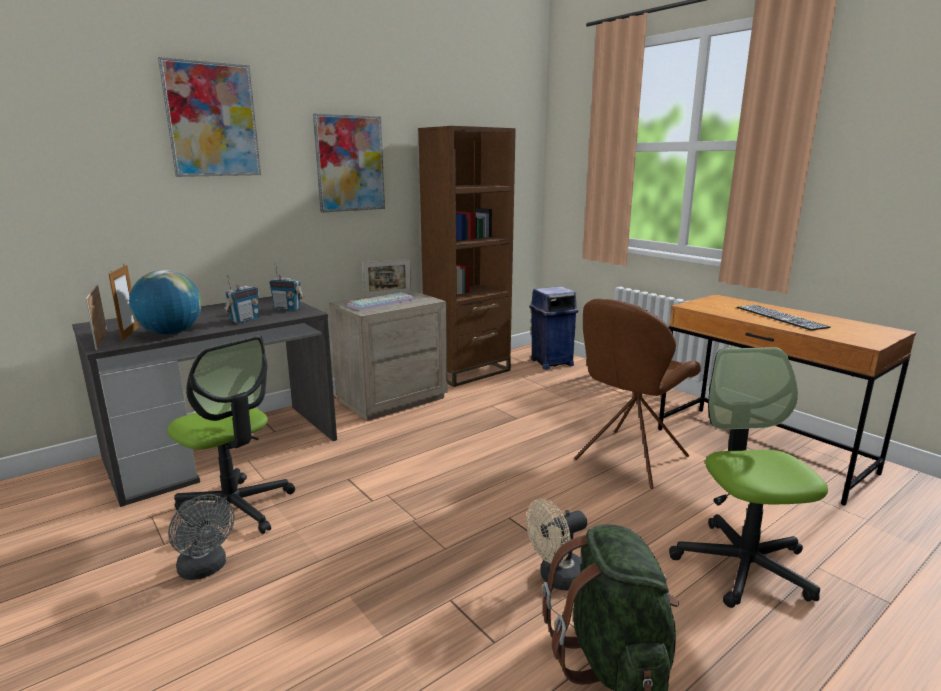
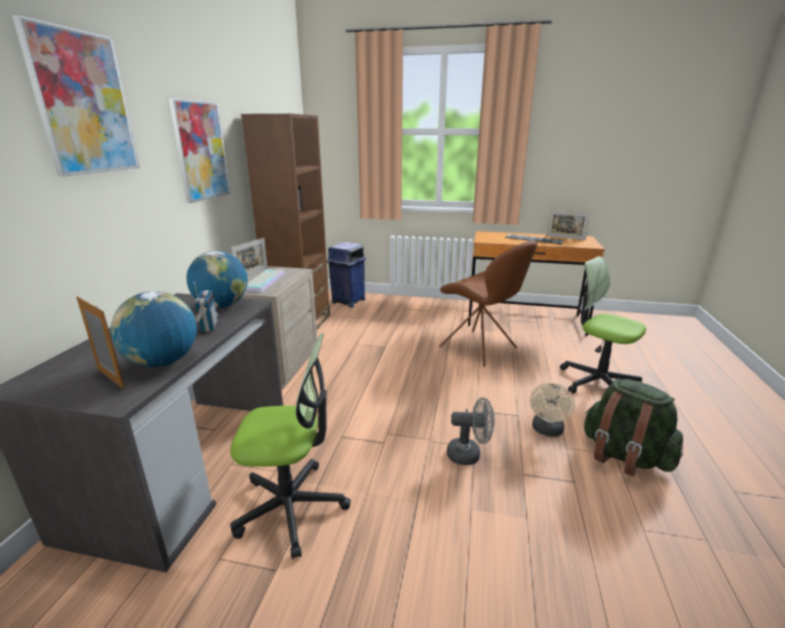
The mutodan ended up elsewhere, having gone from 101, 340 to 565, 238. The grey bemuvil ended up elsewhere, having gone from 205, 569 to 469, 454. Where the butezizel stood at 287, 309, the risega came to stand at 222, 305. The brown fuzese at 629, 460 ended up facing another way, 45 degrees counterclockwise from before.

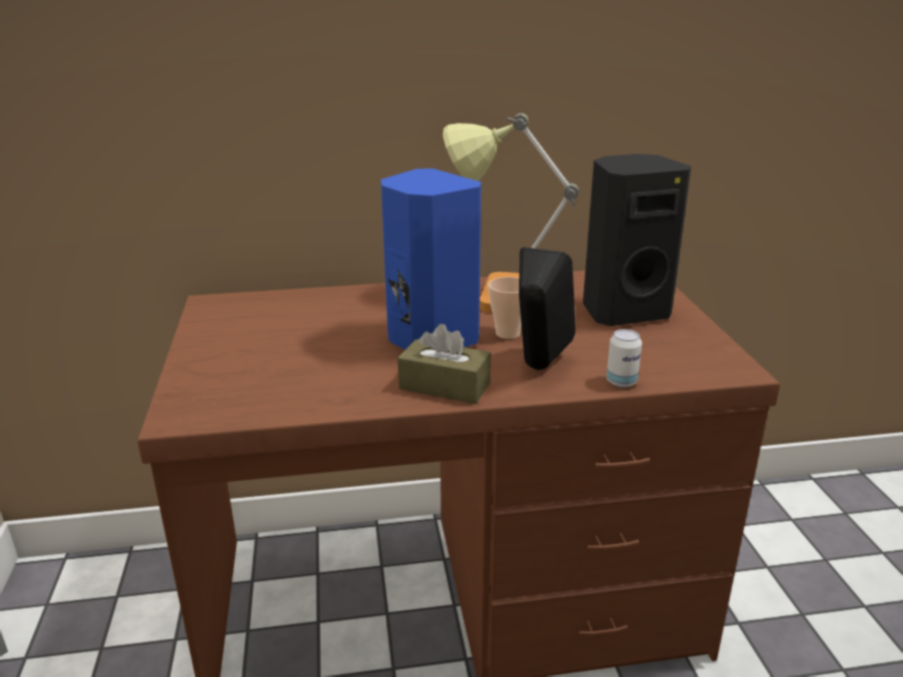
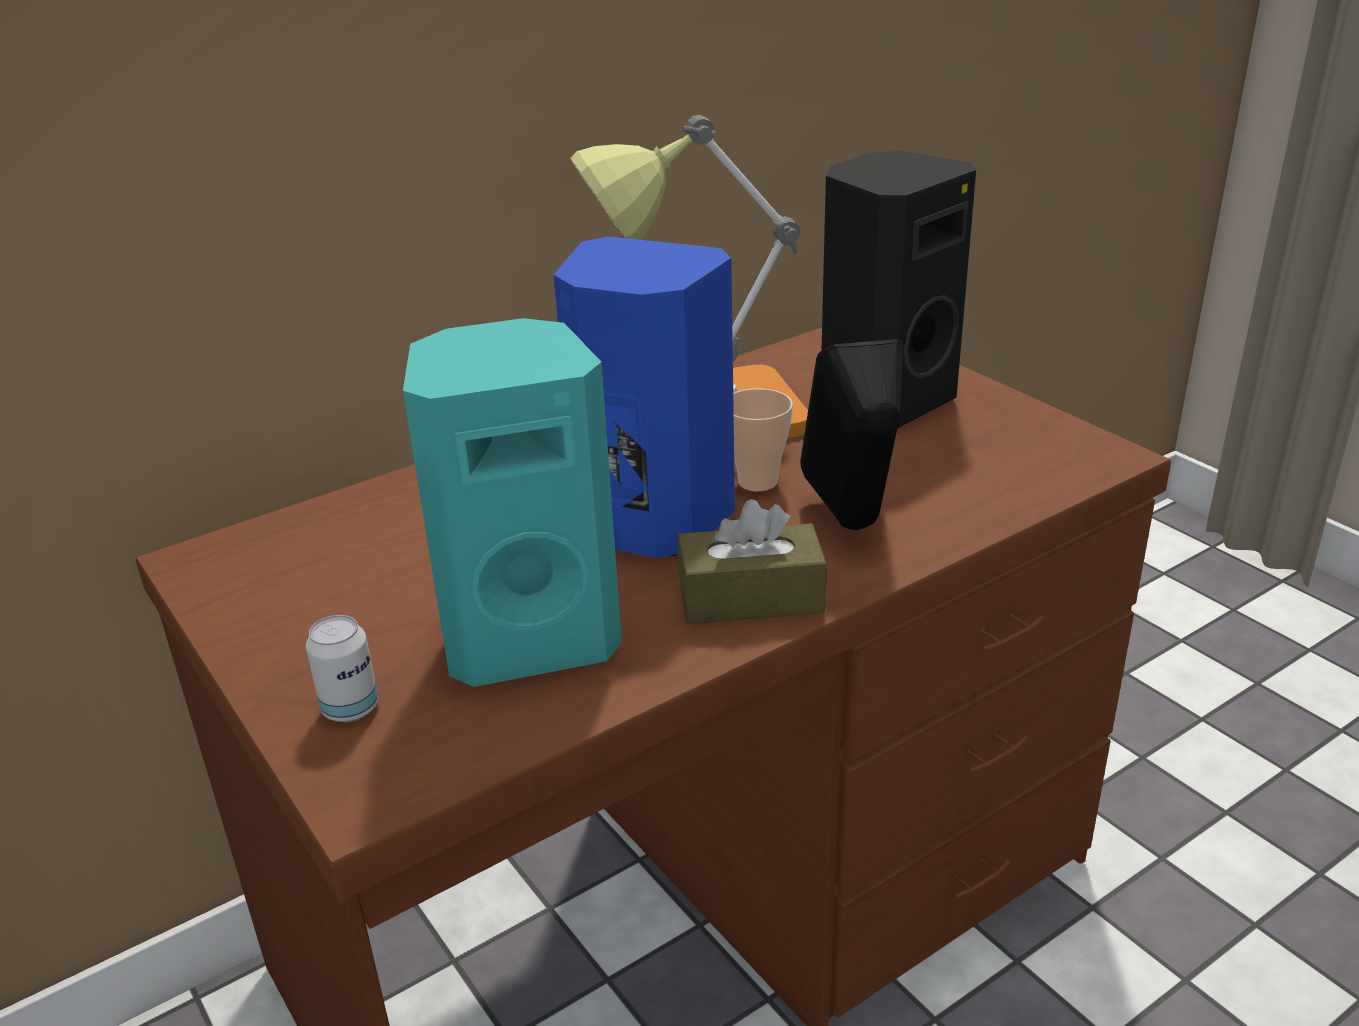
The second view gained the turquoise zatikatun at 530, 637. The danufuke ended up elsewhere, having gone from 621, 382 to 350, 709.

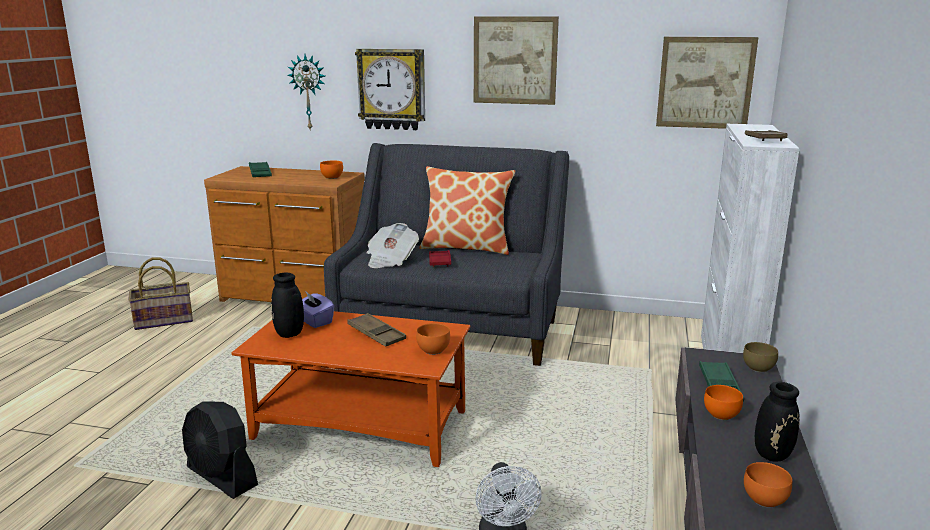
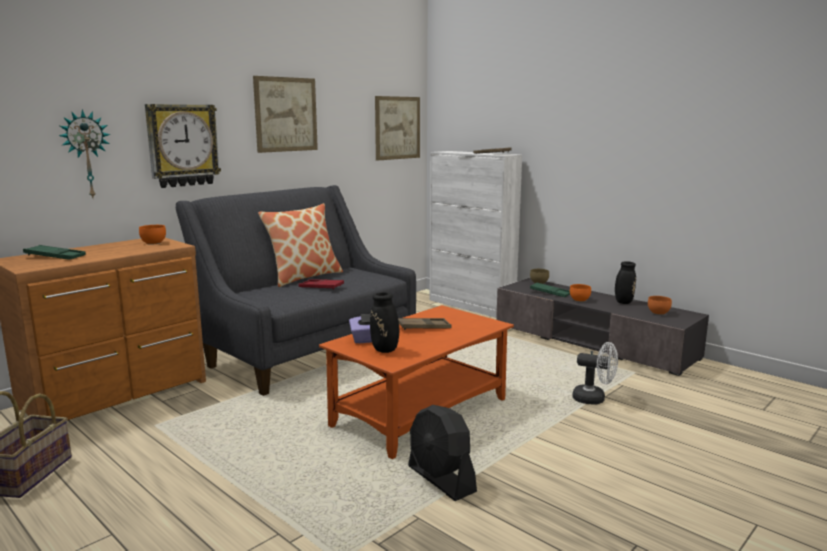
The second view lost the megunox at 390, 260. The second view lost the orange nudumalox at 433, 351. The black bemuvil at 222, 477 ended up facing another way, 75 degrees clockwise from before.

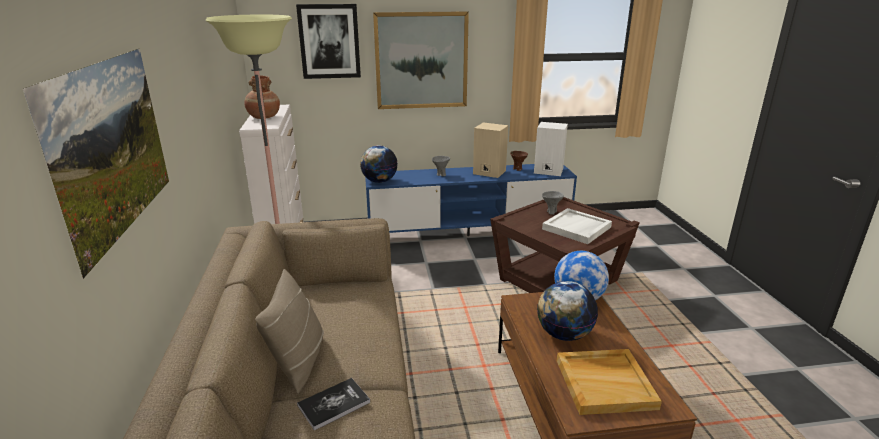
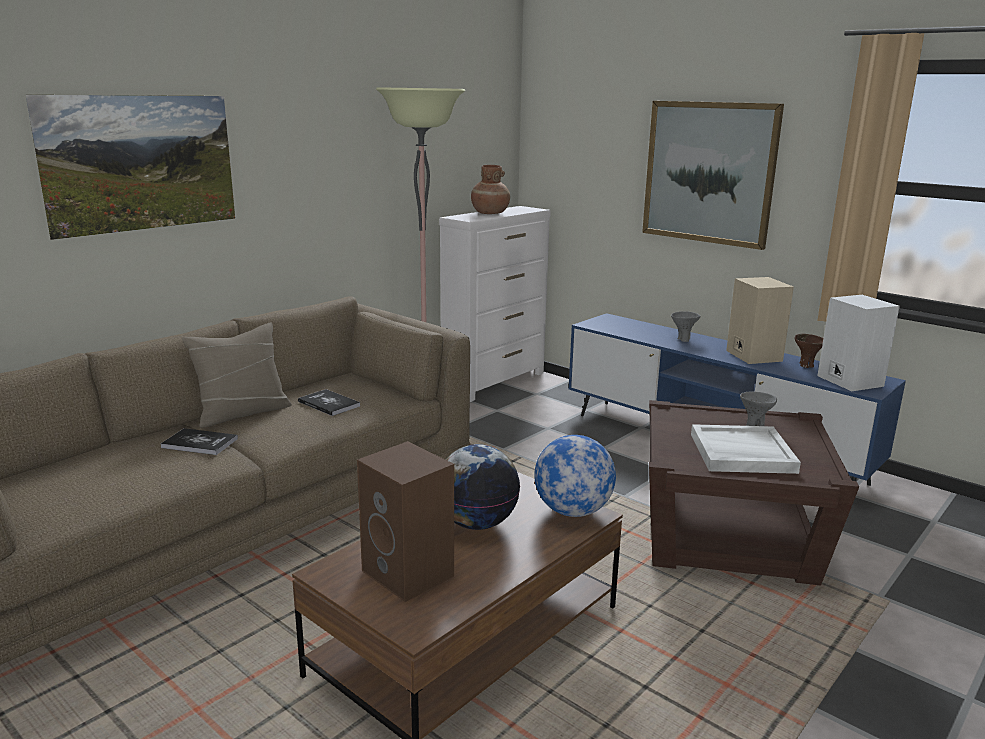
The second view lost the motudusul at 329, 41. The second view lost the risega at 379, 181. The second view gained the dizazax at 329, 404. Where the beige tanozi stood at 605, 383, the brown zatikatun came to stand at 410, 573.

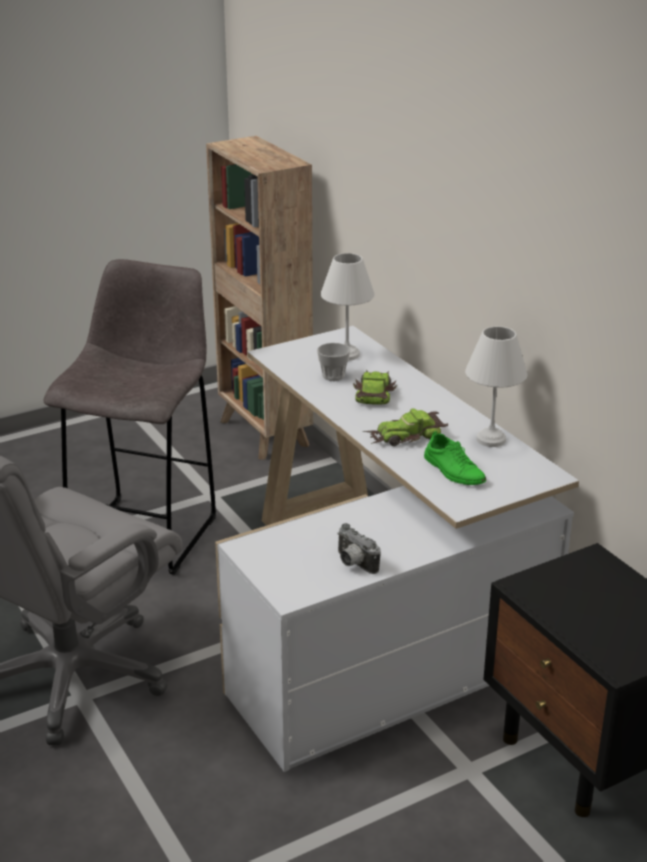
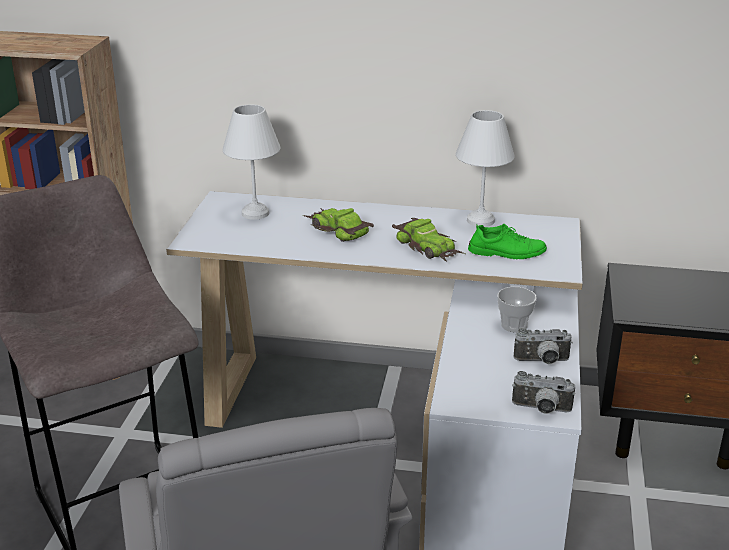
The second view gained the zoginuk at 541, 410. The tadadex ended up elsewhere, having gone from 333, 376 to 514, 325. The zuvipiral at 406, 436 ended up facing another way, 60 degrees counterclockwise from before.

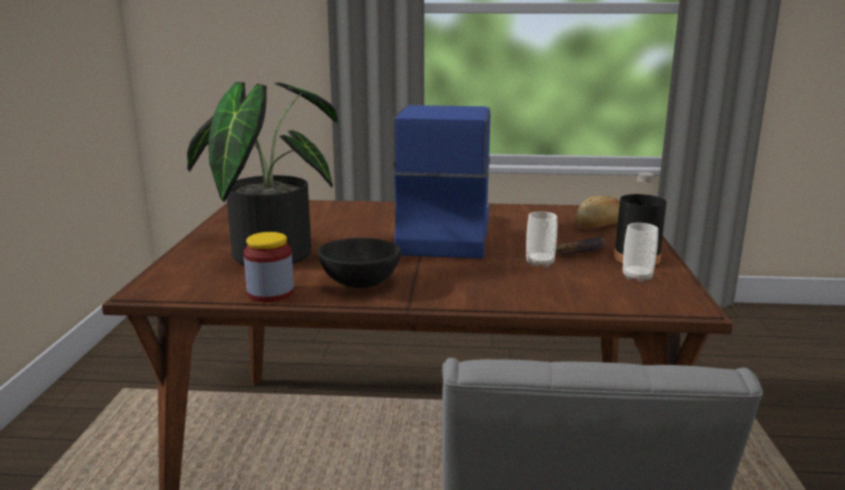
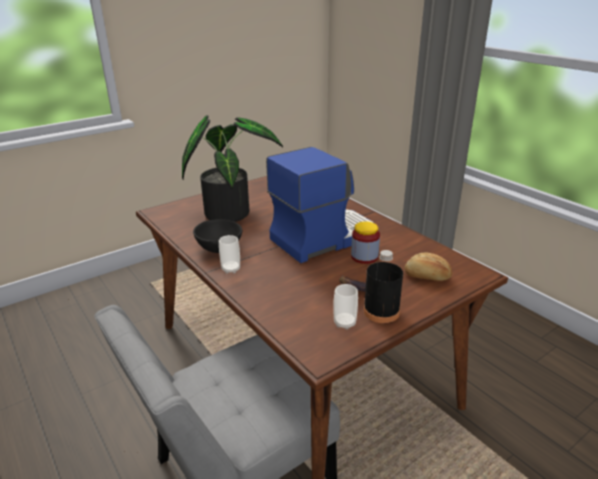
The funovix ended up elsewhere, having gone from 270, 293 to 364, 257. The tadadex ended up elsewhere, having gone from 540, 263 to 231, 269.

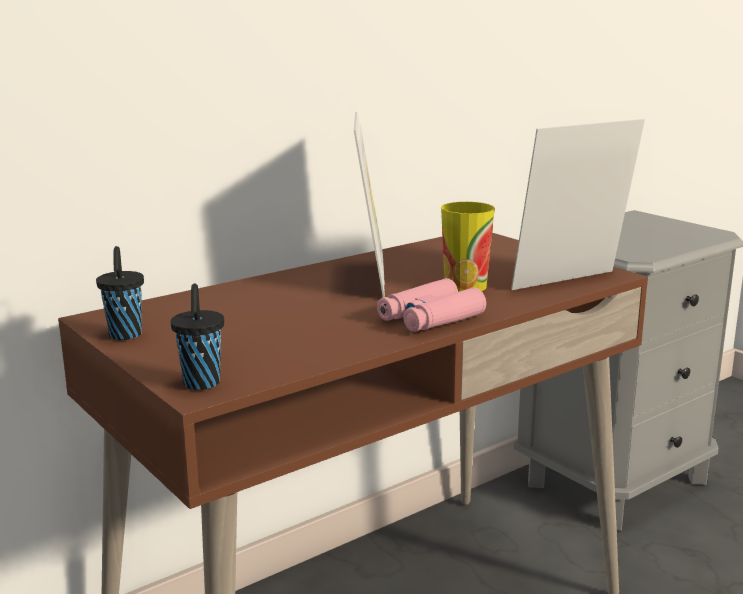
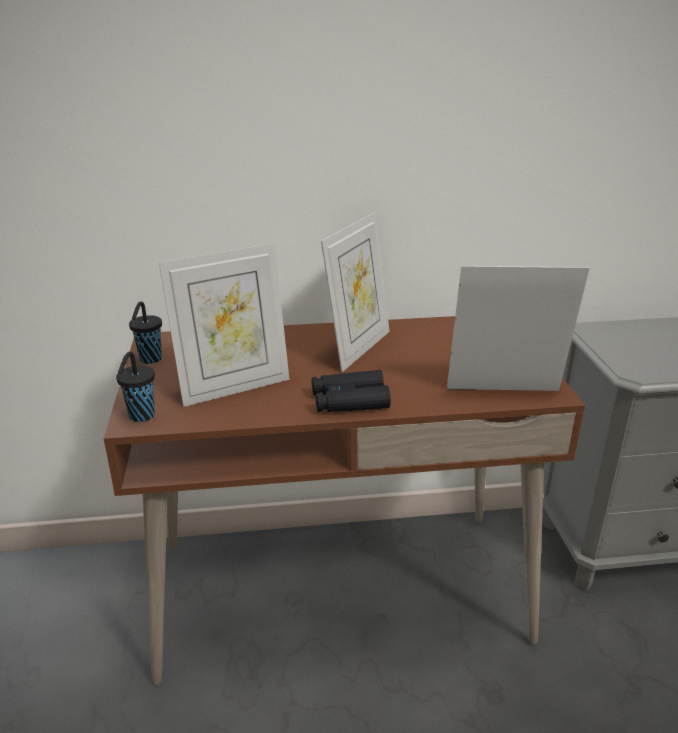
The second view lost the tadadex at 465, 286. The second view gained the mutodan at 234, 387. What was the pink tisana at 430, 318 turned into the black tisana at 349, 401.

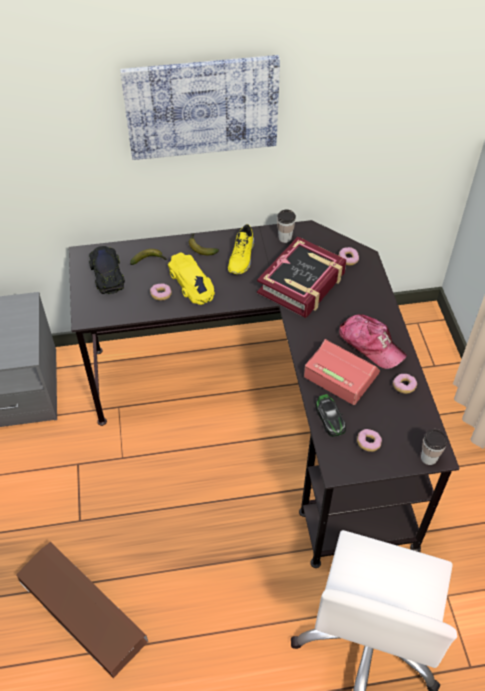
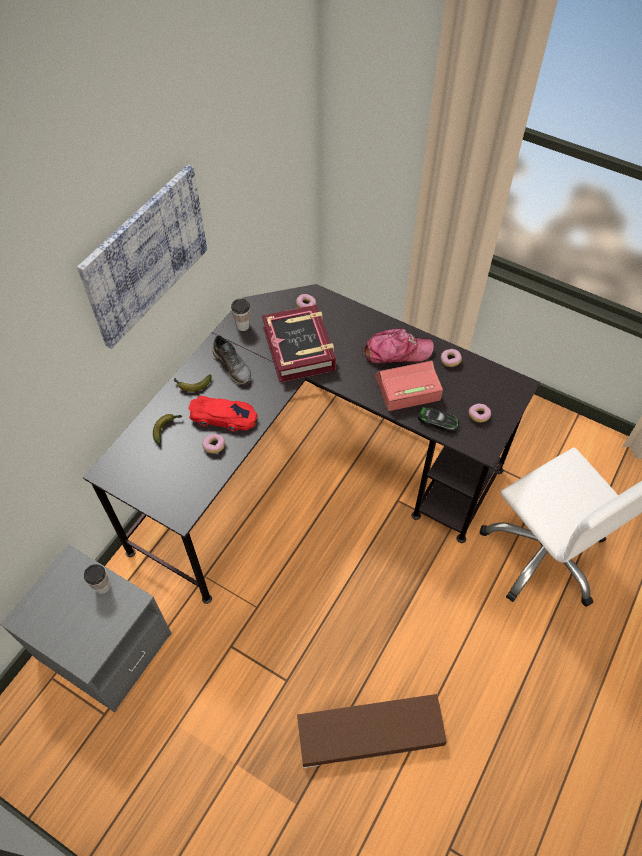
The second view lost the black zuvipiral at 107, 273. The tadadex ended up elsewhere, having gone from 429, 458 to 102, 587. What was the yellow zuvipiral at 191, 283 turned into the red zuvipiral at 223, 417. What was the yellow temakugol at 242, 257 turned into the grey temakugol at 233, 366.

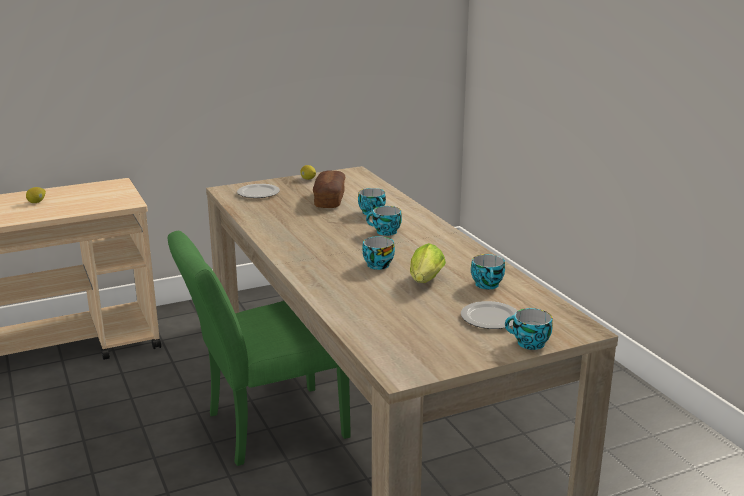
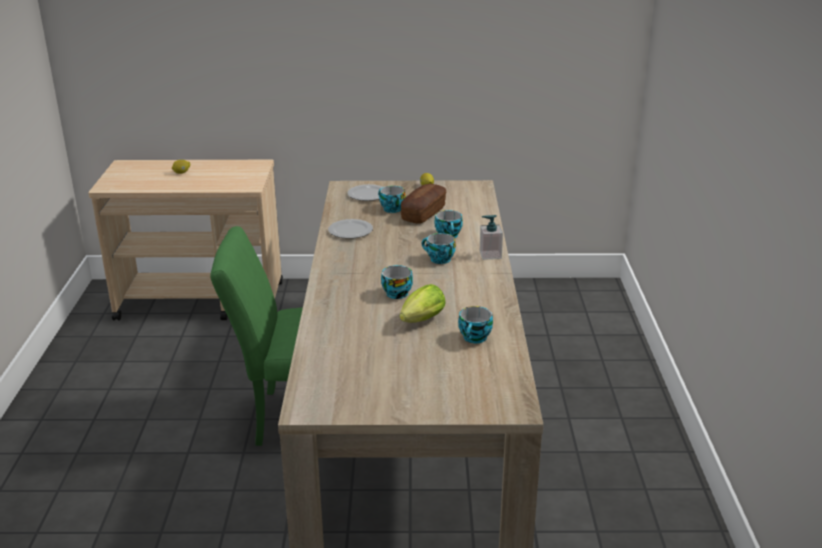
The second view gained the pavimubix at 490, 255. The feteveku ended up elsewhere, having gone from 491, 317 to 351, 231. The tadadex ended up elsewhere, having gone from 528, 343 to 391, 209.

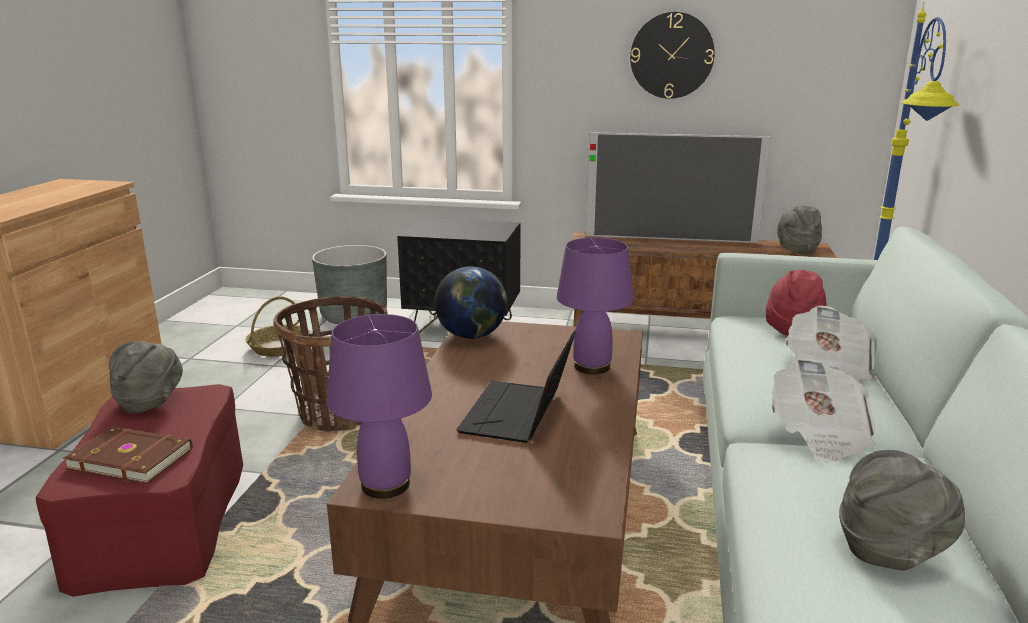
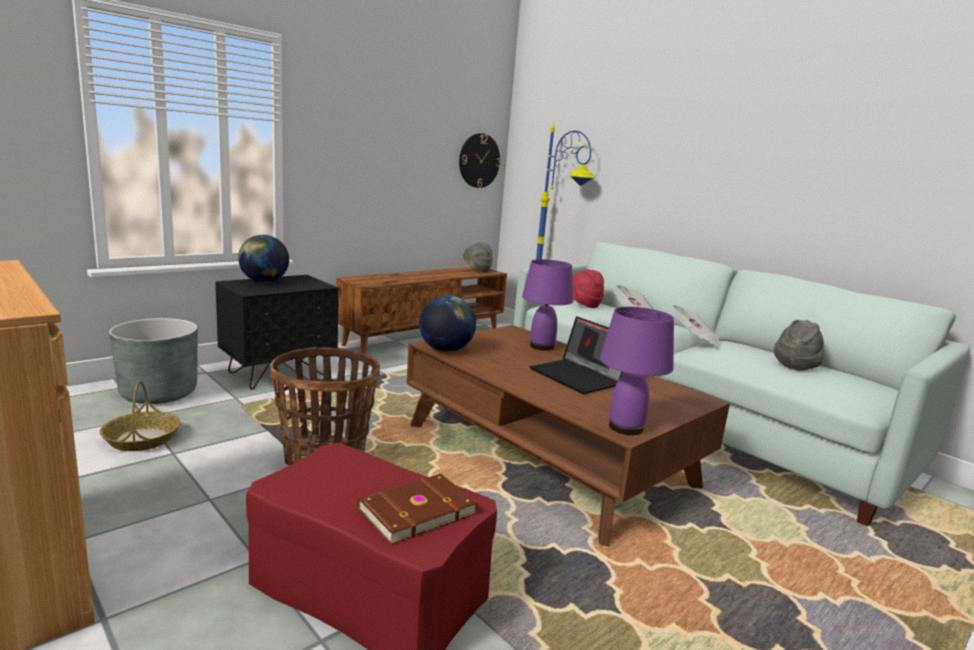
The second view lost the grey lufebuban at 150, 402. The second view lost the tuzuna at 670, 239. The second view gained the risega at 264, 282. The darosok ended up elsewhere, having gone from 671, 55 to 479, 160.

